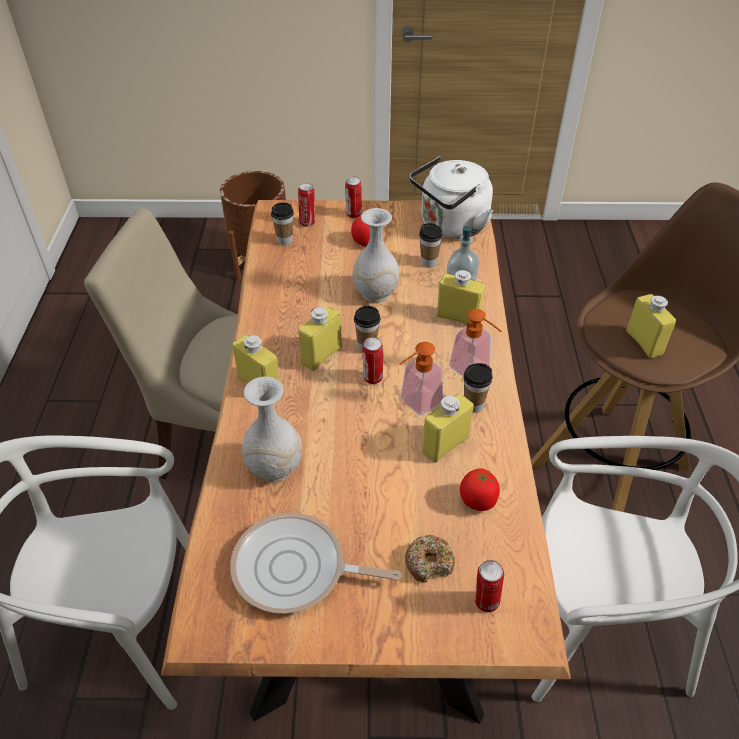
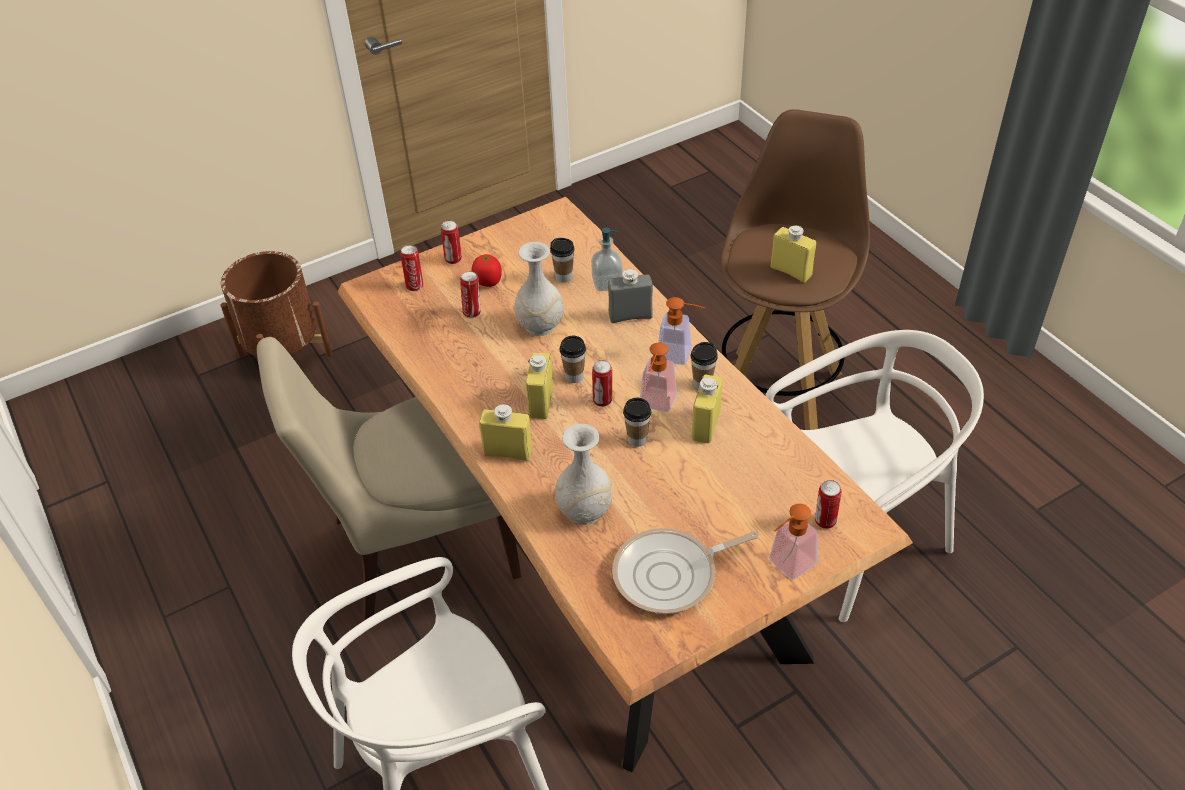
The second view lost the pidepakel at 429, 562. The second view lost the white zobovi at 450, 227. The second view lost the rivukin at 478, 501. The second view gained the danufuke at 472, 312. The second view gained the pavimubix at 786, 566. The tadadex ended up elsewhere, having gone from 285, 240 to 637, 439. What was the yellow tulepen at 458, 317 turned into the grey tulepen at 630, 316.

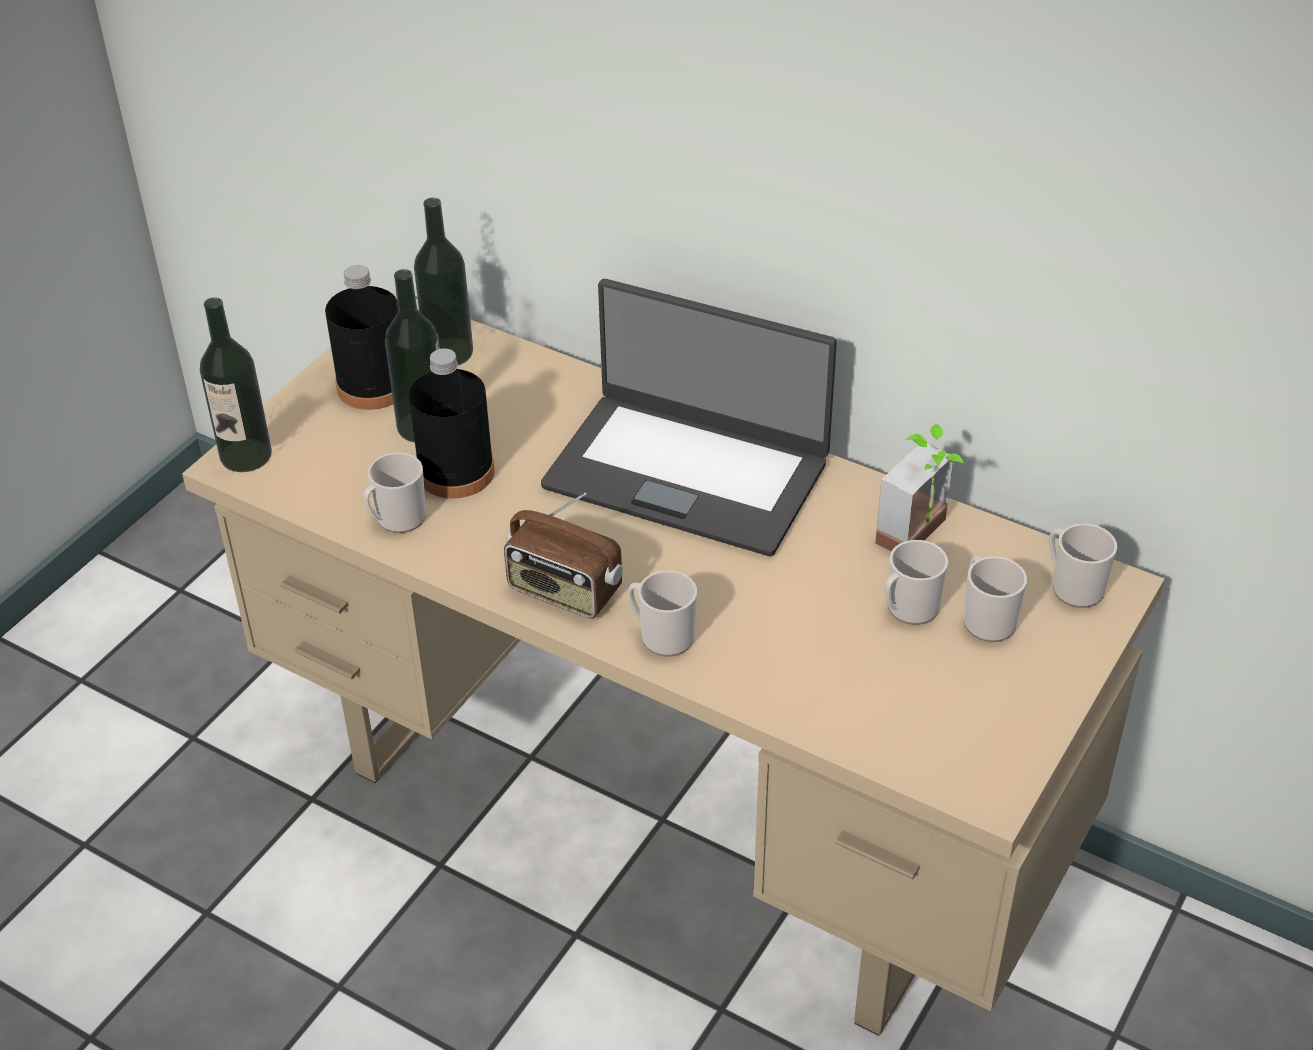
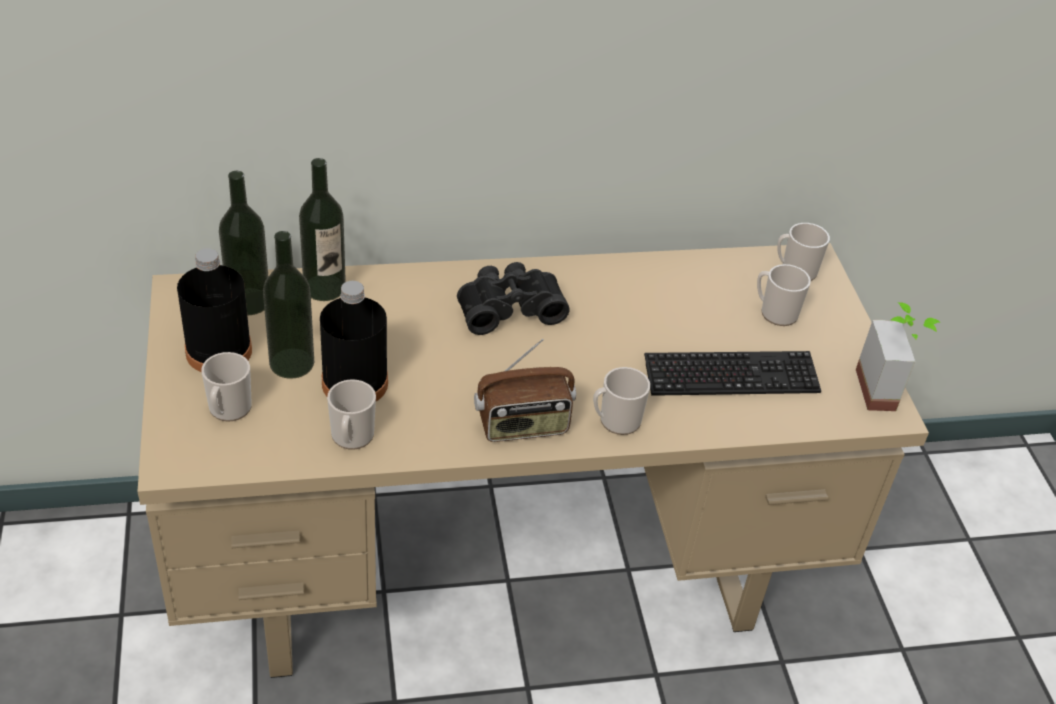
The second view gained the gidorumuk at 731, 376. The tulepen ended up elsewhere, having gone from 246, 455 to 324, 287. The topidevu ended up elsewhere, having gone from 923, 538 to 887, 390. The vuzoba ended up elsewhere, having gone from 908, 609 to 228, 410. Where the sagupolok stood at 687, 472, the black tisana came to stand at 509, 307.

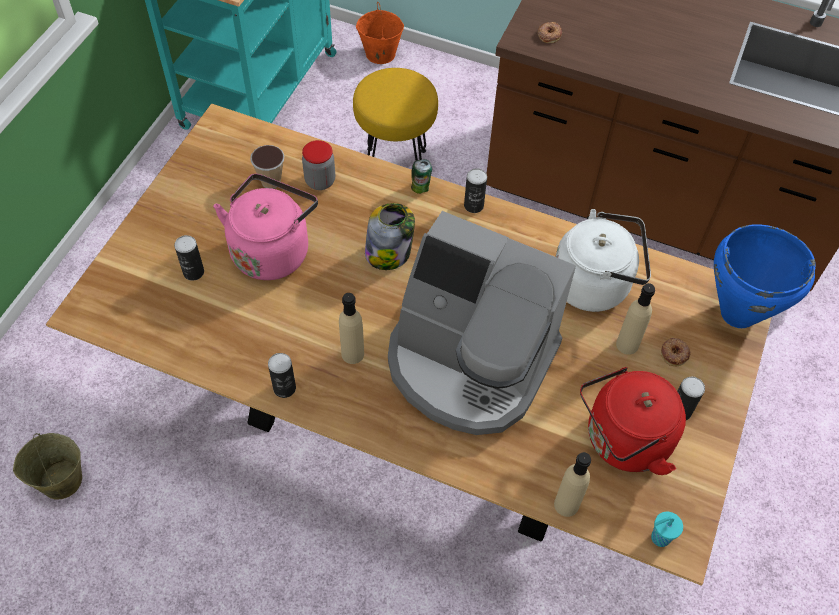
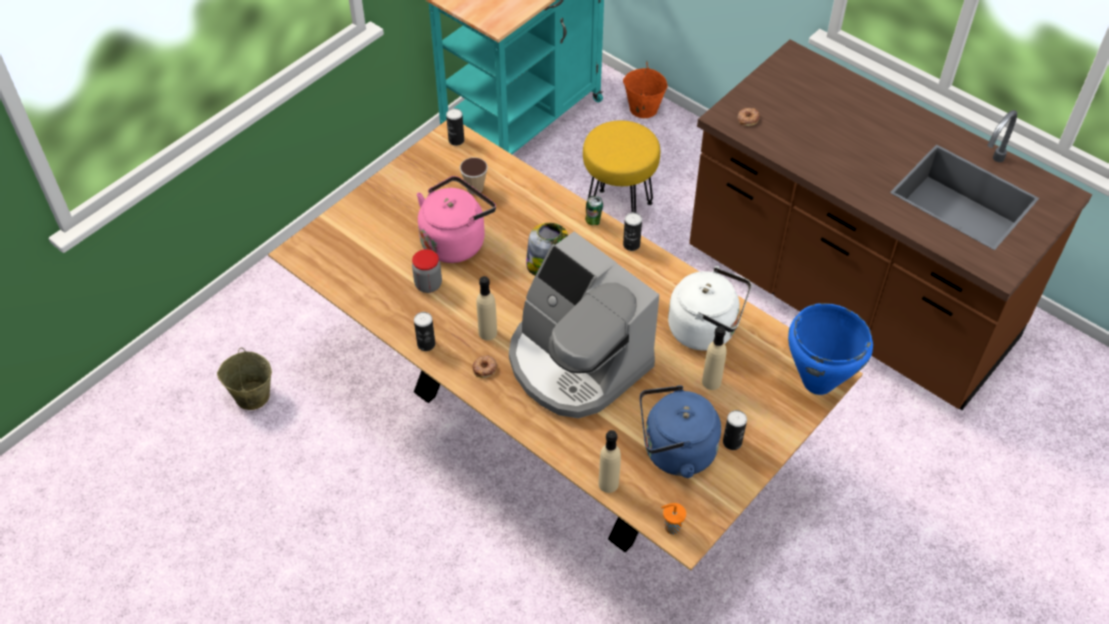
The danufuke ended up elsewhere, having gone from 193, 272 to 456, 140. The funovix ended up elsewhere, having gone from 320, 181 to 428, 284. The pidepakel ended up elsewhere, having gone from 674, 353 to 485, 368. What was the red zobovi at 623, 441 turned into the blue zobovi at 674, 452. What was the turquoise tadadex at 659, 538 turned into the orange tadadex at 671, 527.

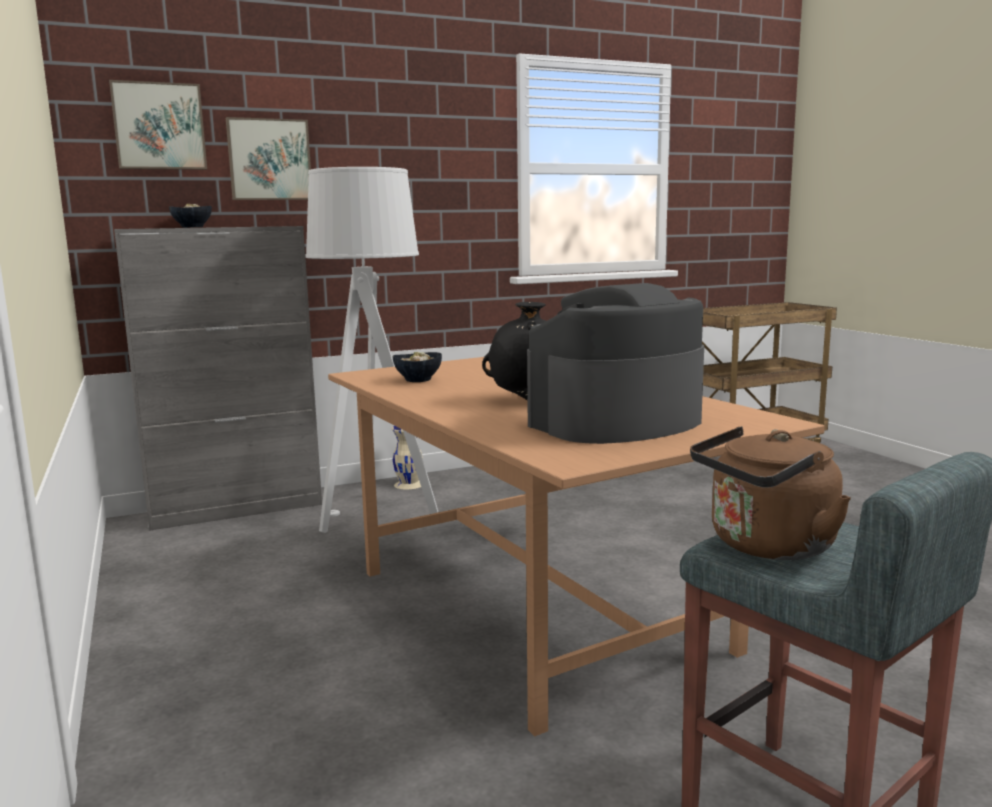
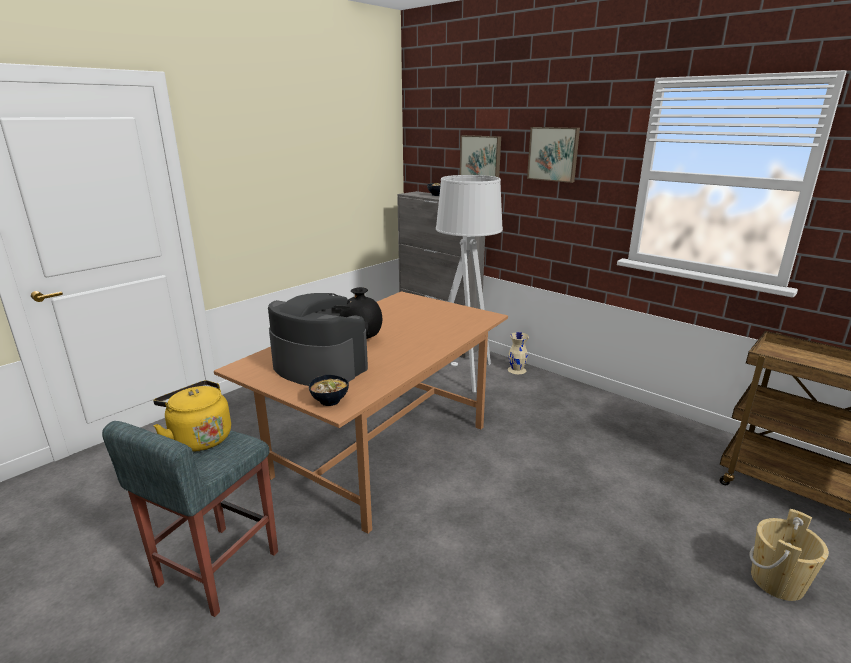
The second view gained the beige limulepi at 777, 581. The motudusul ended up elsewhere, having gone from 159, 126 to 553, 154. The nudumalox ended up elsewhere, having gone from 418, 380 to 329, 401. What was the brown zobovi at 766, 547 turned into the yellow zobovi at 199, 438.

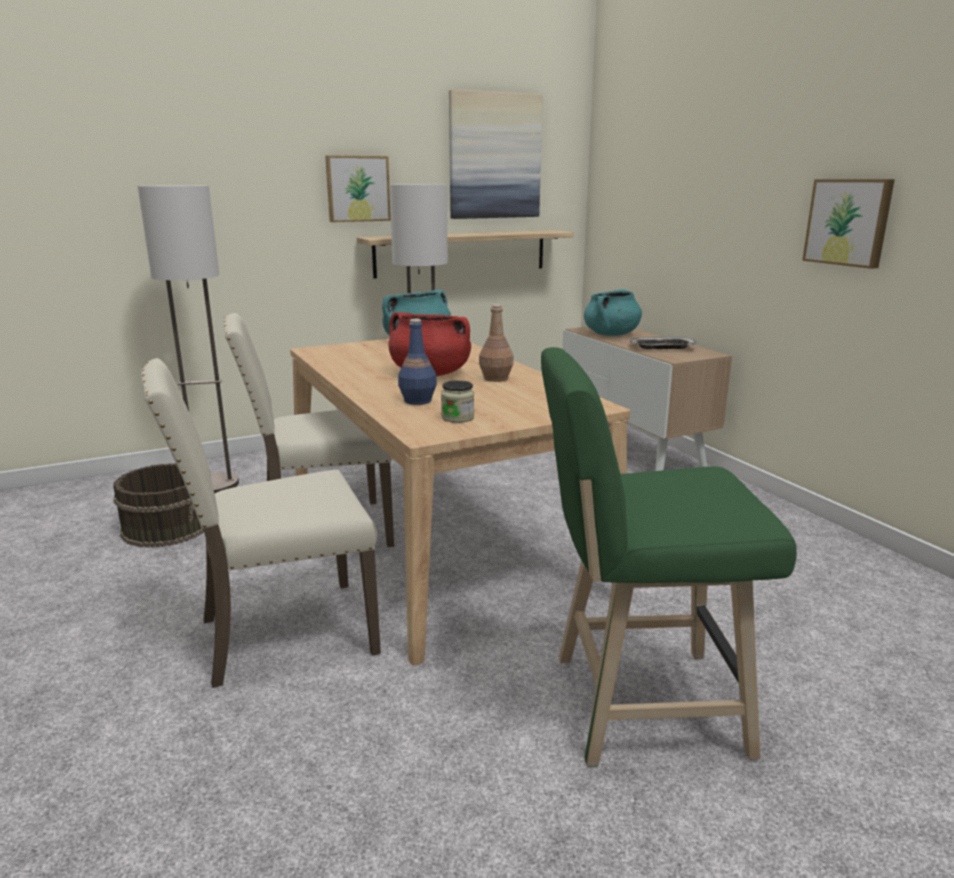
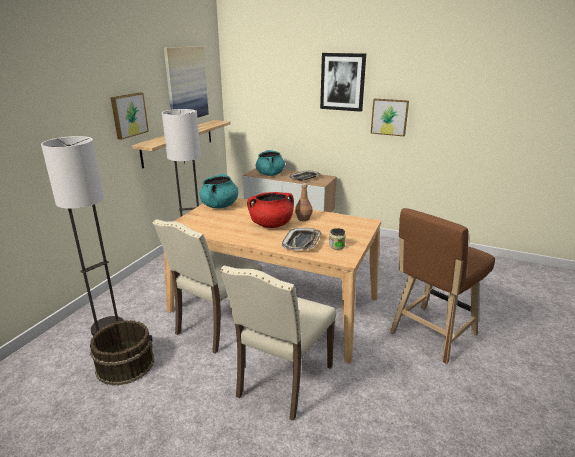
The second view gained the motudusul at 342, 82. Where the blue tulepen stood at 417, 401, the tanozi came to stand at 302, 242. What was the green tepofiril at 636, 704 turned into the brown tepofiril at 430, 335.

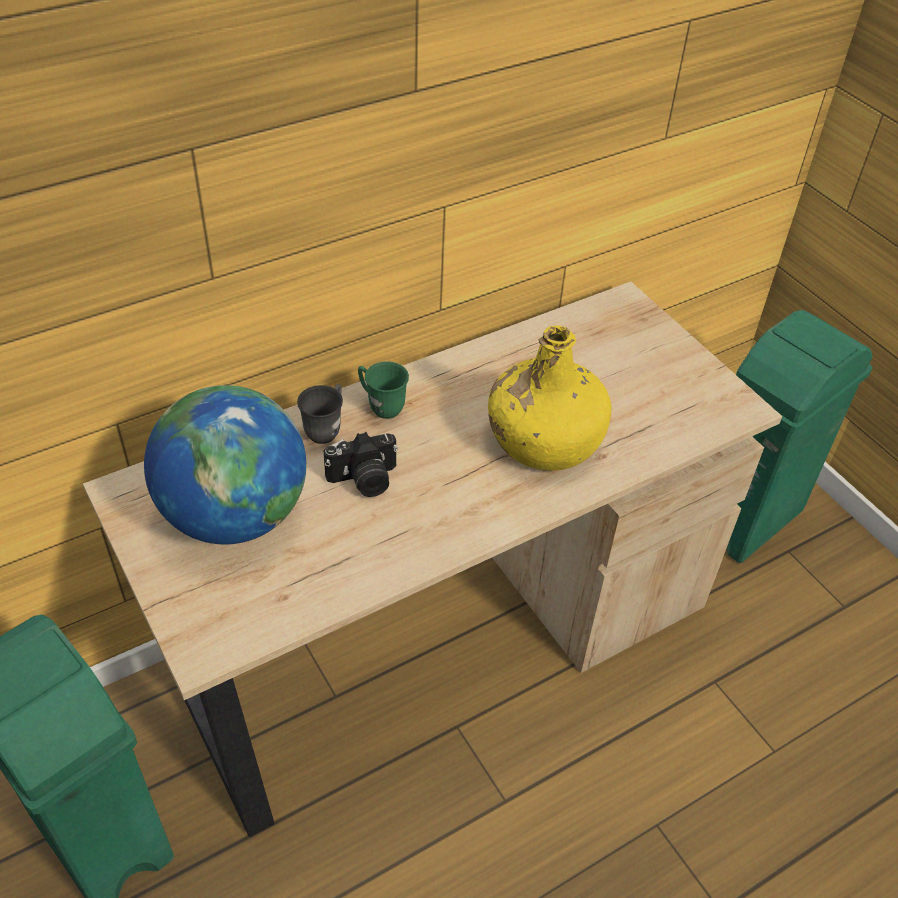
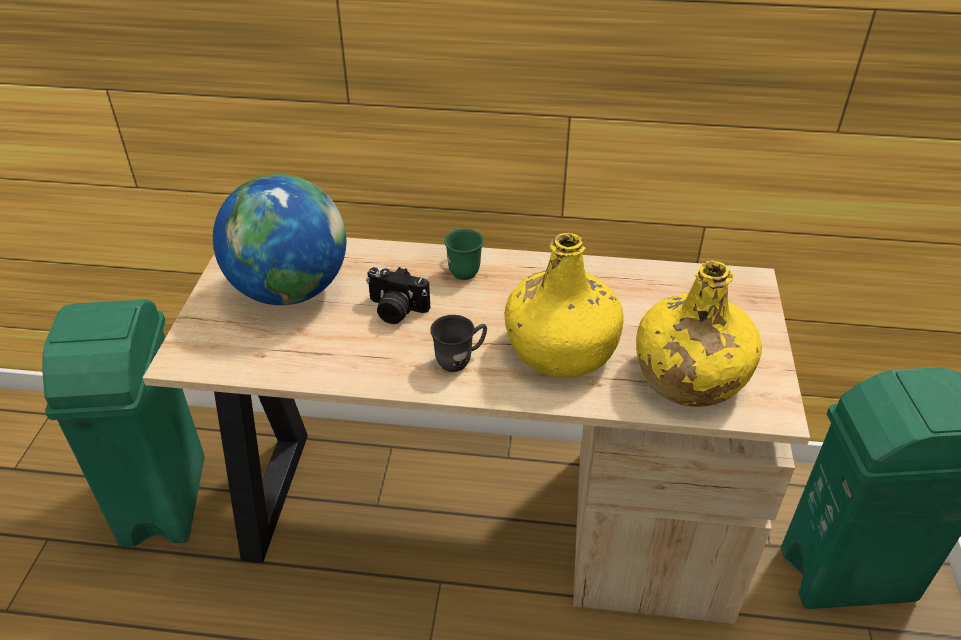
The second view gained the yellow tulepen at 688, 376. The grey vuzoba ended up elsewhere, having gone from 326, 428 to 460, 360.

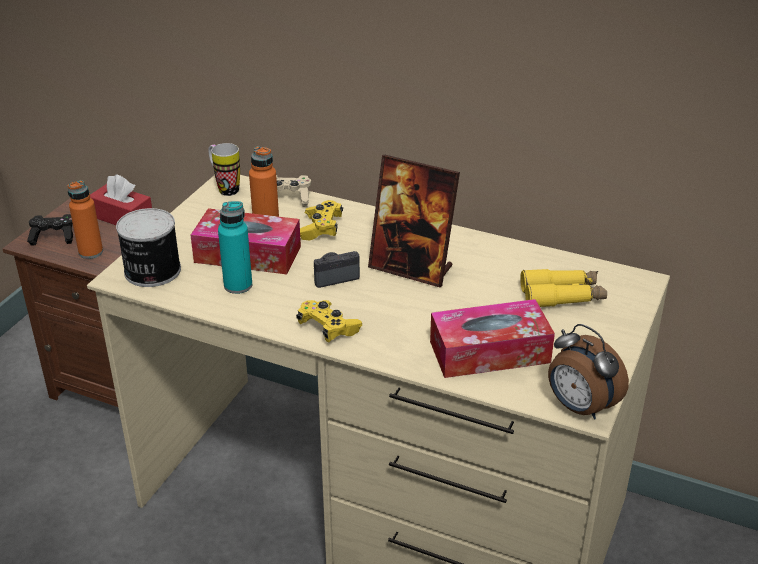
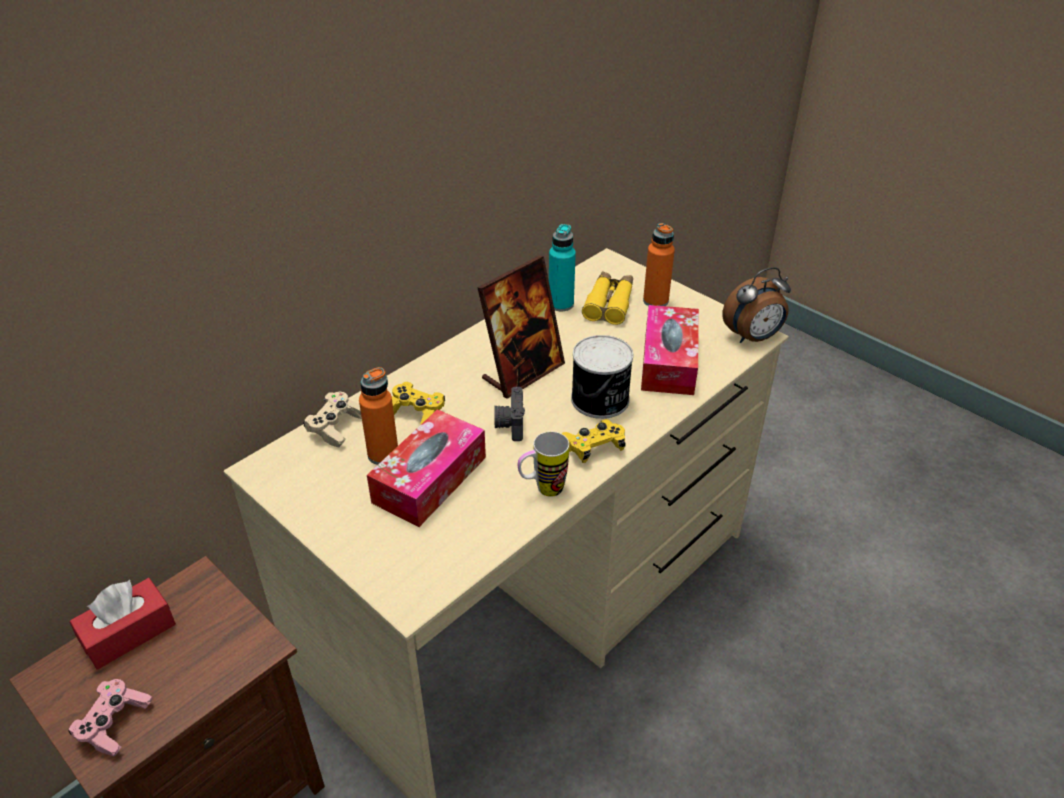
The orange tulepen ended up elsewhere, having gone from 91, 252 to 655, 301. The danufuke ended up elsewhere, having gone from 151, 271 to 601, 400. The vuzoba ended up elsewhere, having gone from 224, 188 to 542, 490. The turquoise tulepen ended up elsewhere, having gone from 238, 285 to 561, 304. What was the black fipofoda at 53, 237 turned into the pink fipofoda at 114, 724.

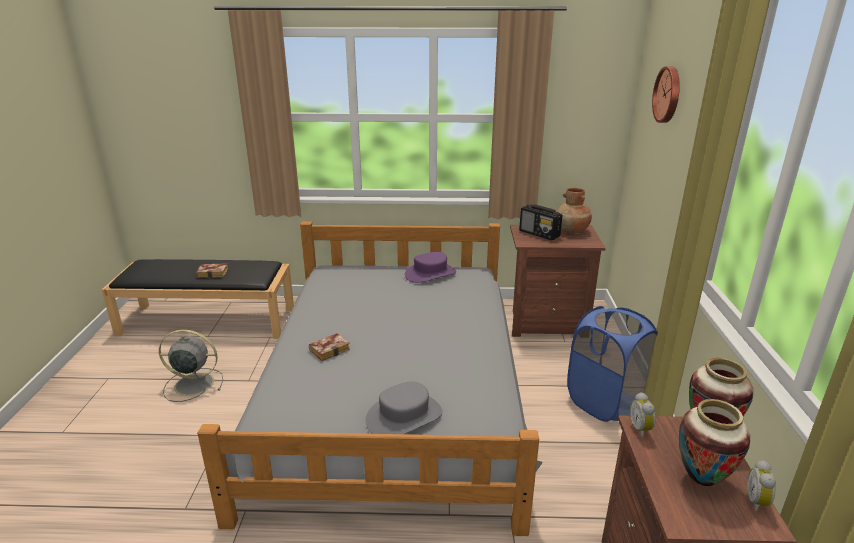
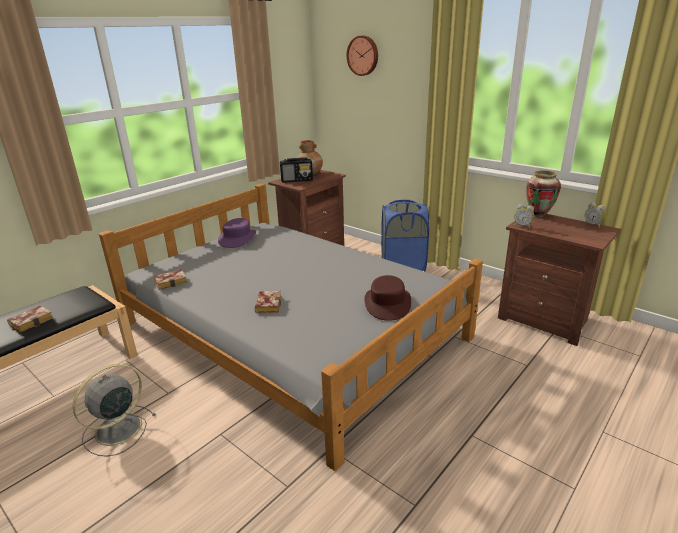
The second view lost the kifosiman at 701, 479. The second view gained the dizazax at 172, 281. What was the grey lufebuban at 404, 416 turned into the brown lufebuban at 387, 303.

